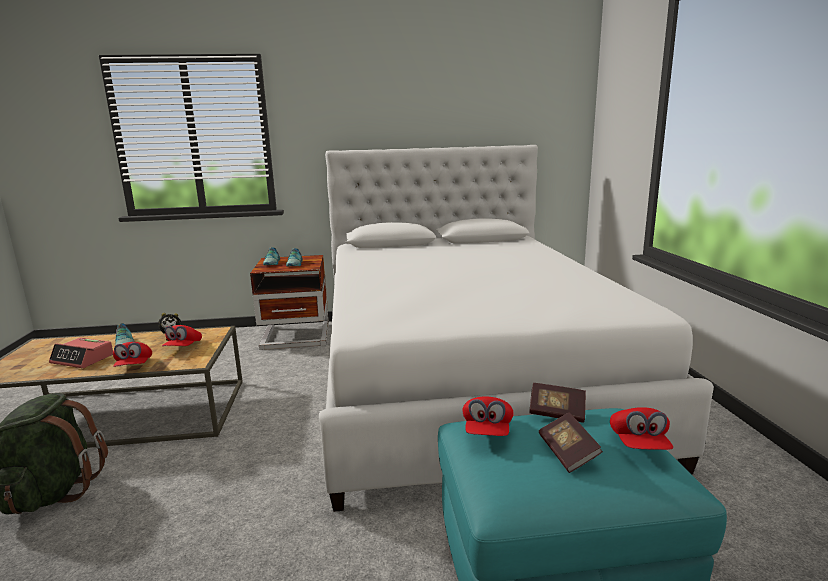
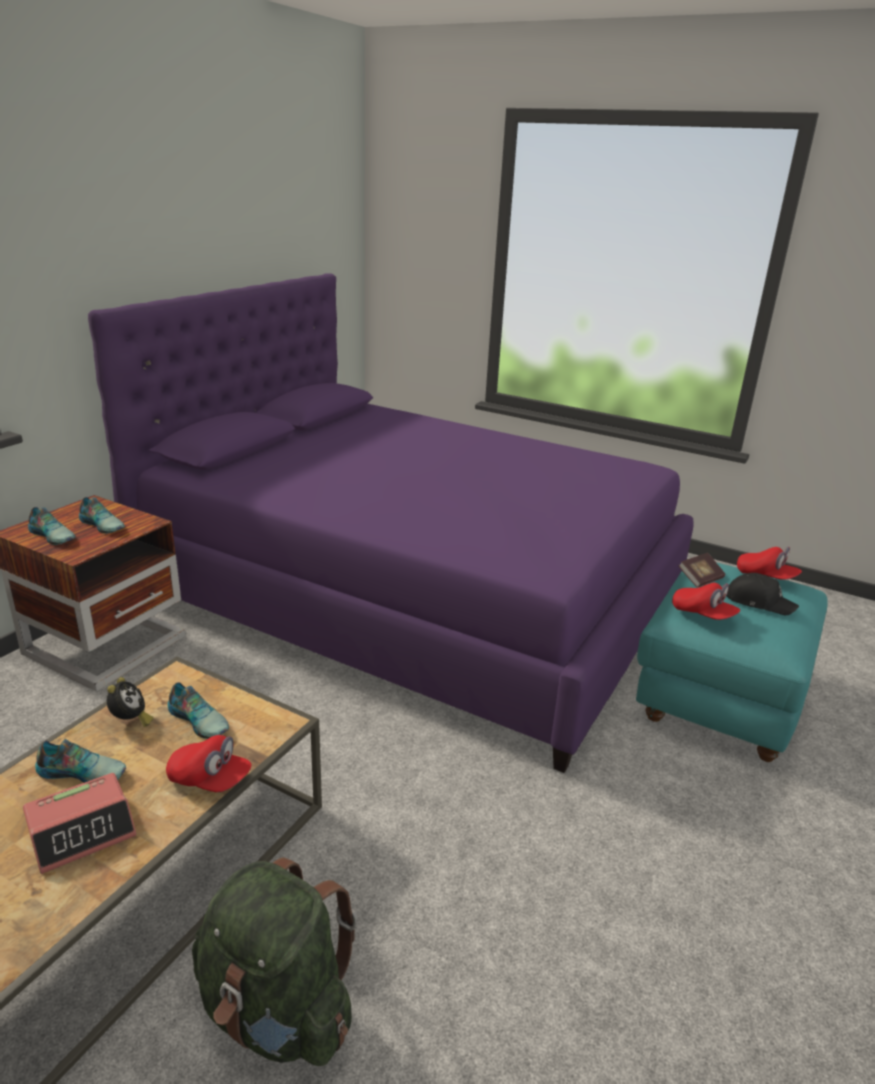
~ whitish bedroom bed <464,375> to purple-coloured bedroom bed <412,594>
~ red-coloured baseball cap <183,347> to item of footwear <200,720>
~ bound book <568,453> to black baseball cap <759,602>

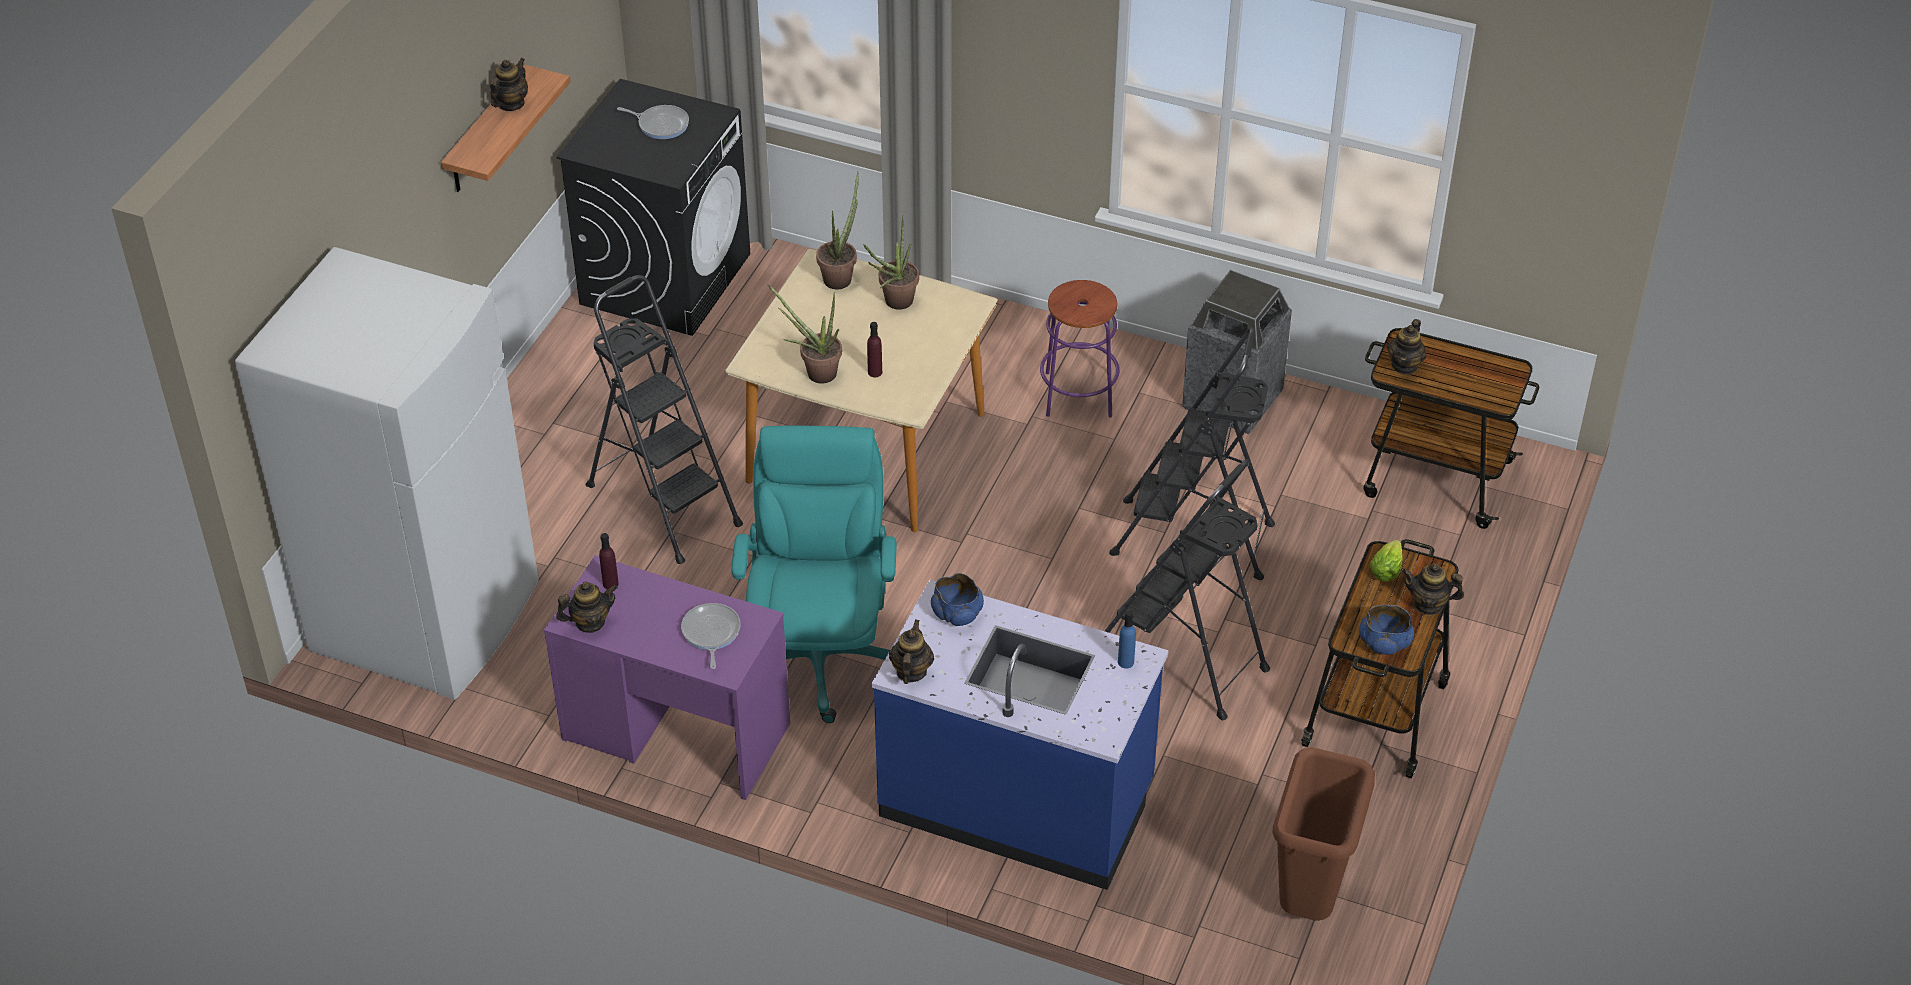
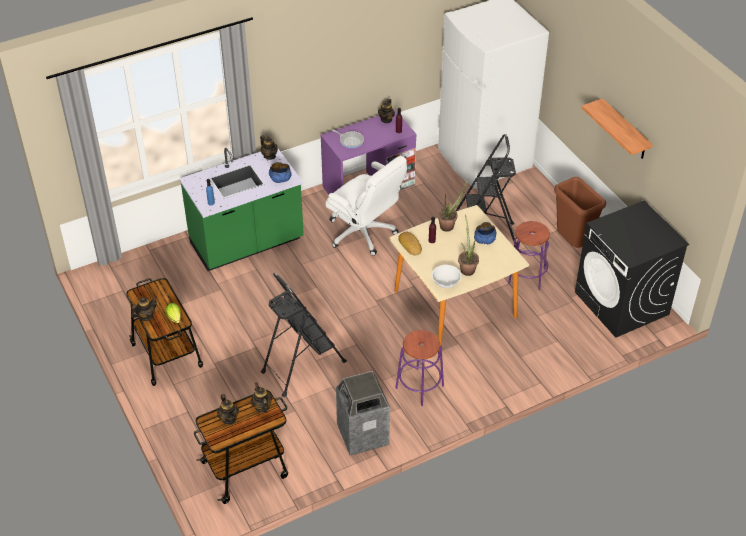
~ blue-coloured kitchen counter <1017,800> to green-coloured kitchen counter <247,243>
~ teapot <511,104> to <229,418>
~ blue-green desk chair <819,651> to whitish desk chair <365,235>
+ baked bread <410,245>
+ whitish deep dish <446,282>
~ blue-coloured deep dish <1384,642> to <484,240>
+ purple-coloured stool <527,276>
~ brownish trash can <1310,902> to <571,243>
- skillet <661,124>
- houseplant <840,276>
- step ladder <1182,658>

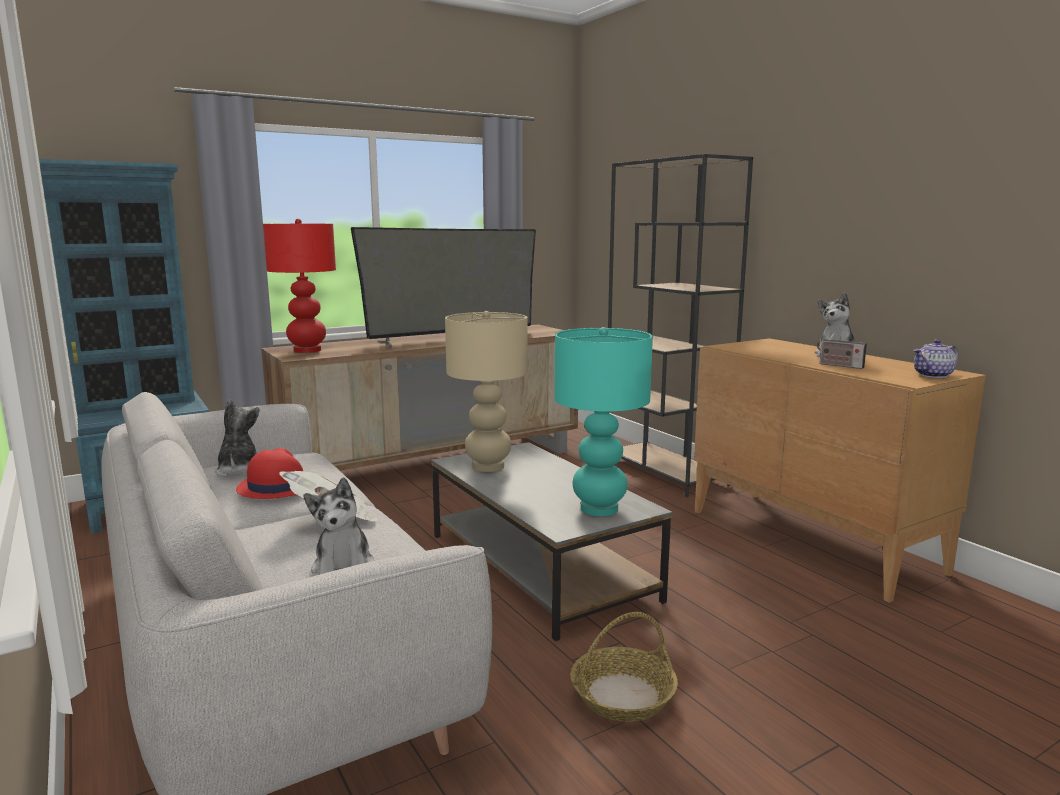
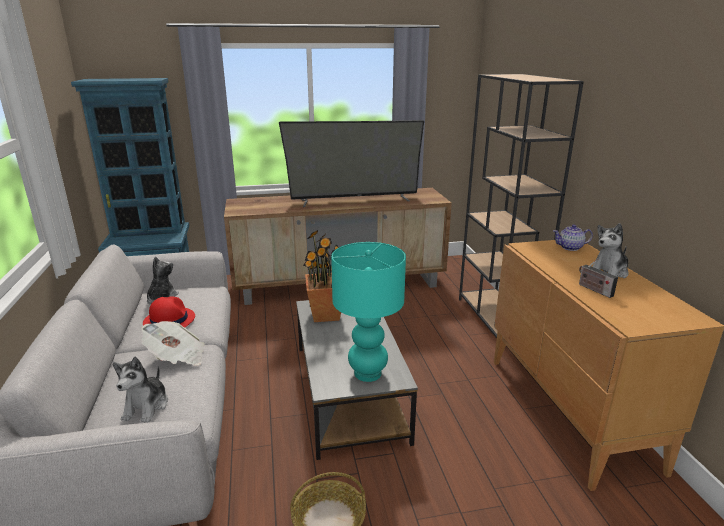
~ beige tabletop lamp <487,466> to houseplant <326,315>
~ teapot <933,375> to <570,247>
- red-coloured tabletop lamp <307,350>

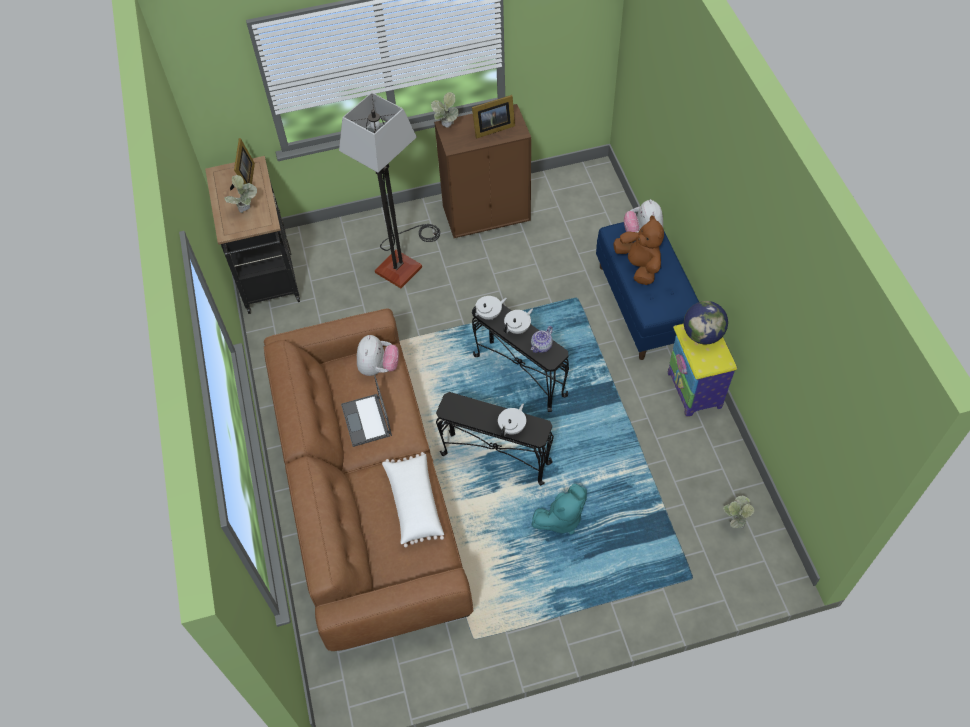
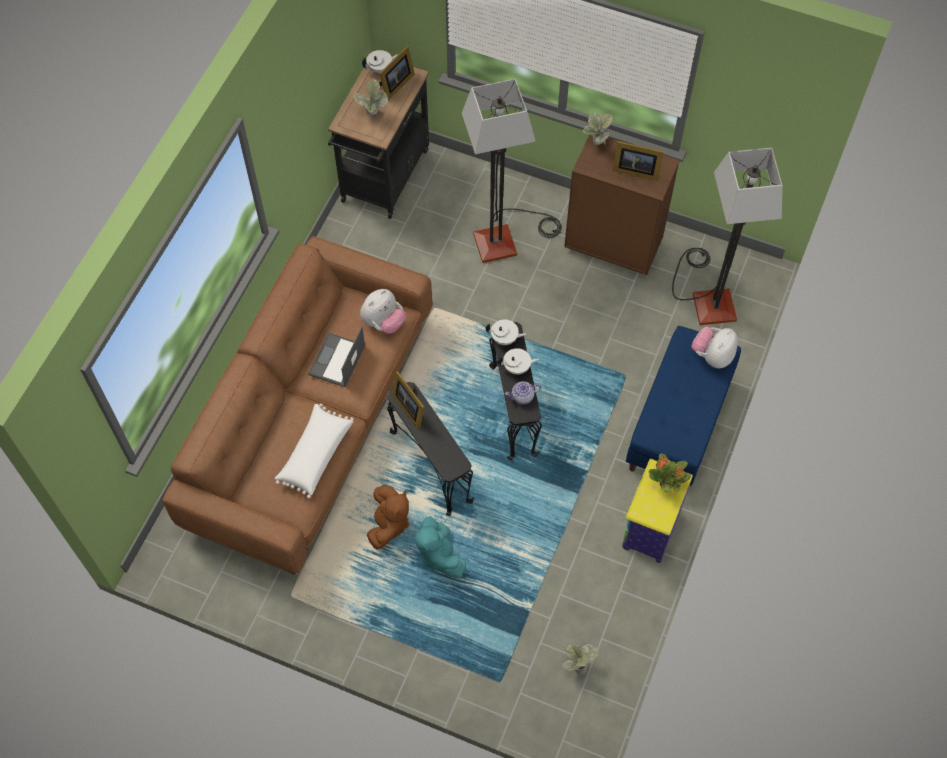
~ whitish teapot <512,427> to <380,69>
~ brownish plush toy <639,266> to <388,524>
+ picture frame <410,407>
~ blue-green plush toy <561,519> = <439,554> 60 degrees clockwise
~ globe <702,335> to houseplant <667,484>
+ standard lamp <707,296>

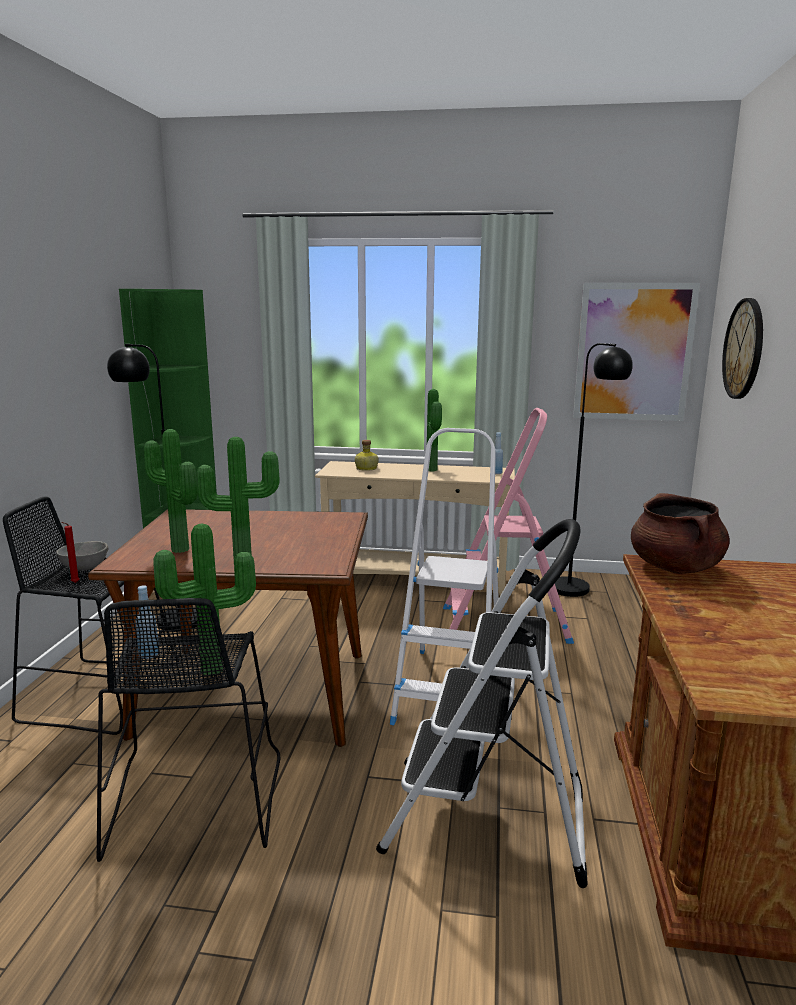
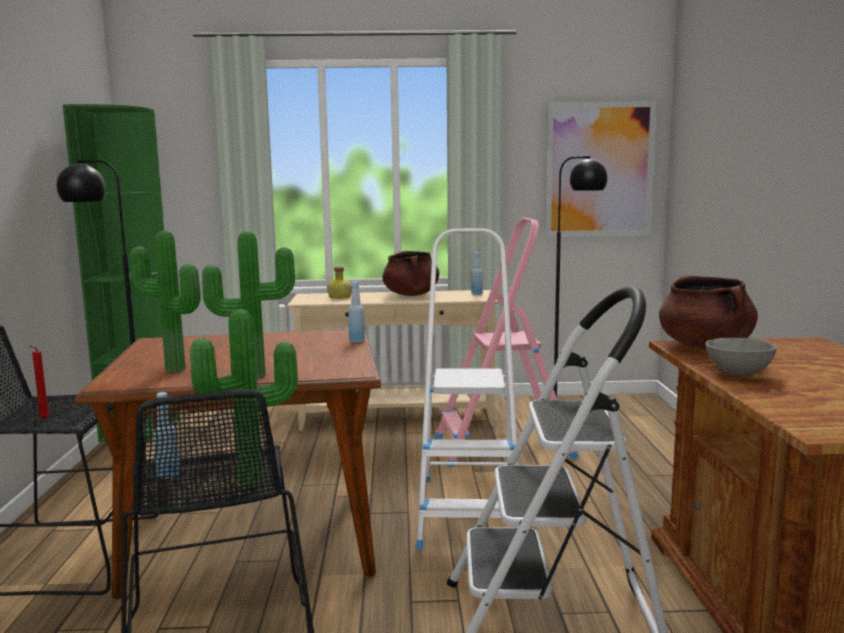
+ blue-coloured drink bottle <356,341>
~ houseplant <434,470> to brownish stockpot <411,295>
~ grey deep dish <84,568> to <737,373>
- hanging clock <744,349>

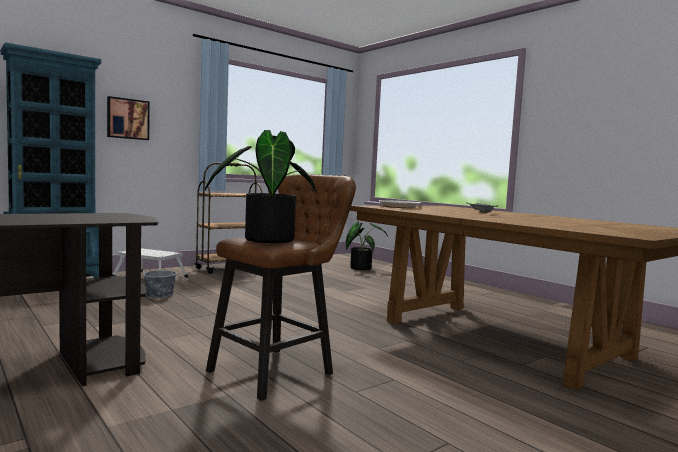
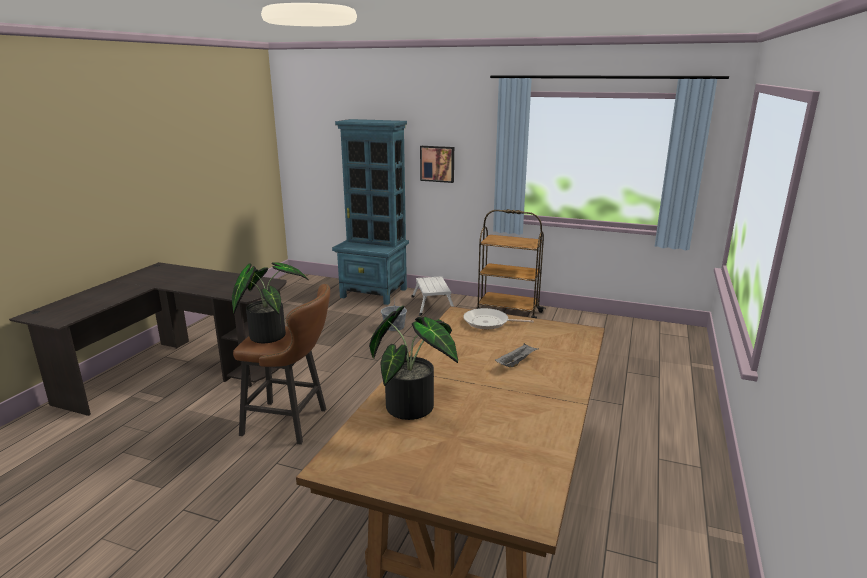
~ houseplant <361,268> to <415,406>

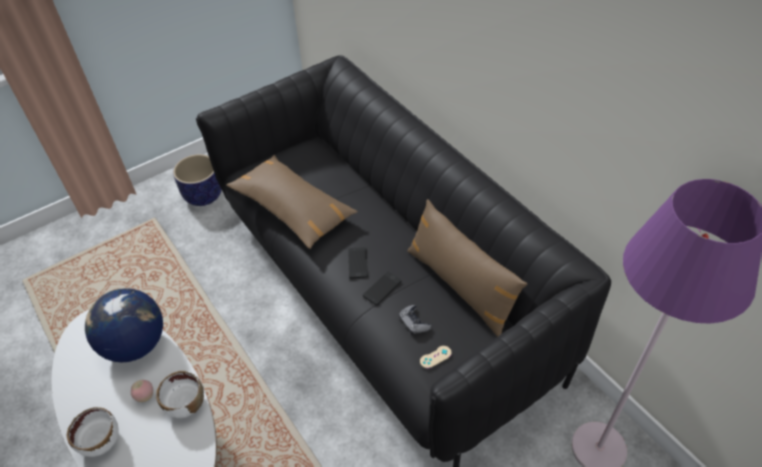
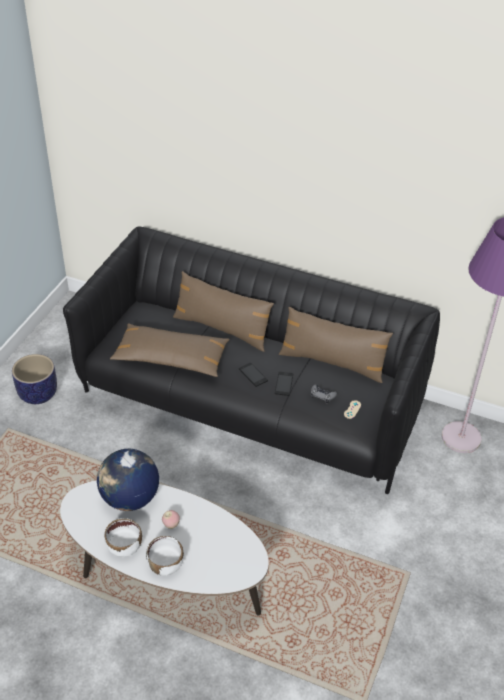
~ whitish deep dish <185,404> to <124,547>
+ brownish pillow <222,329>

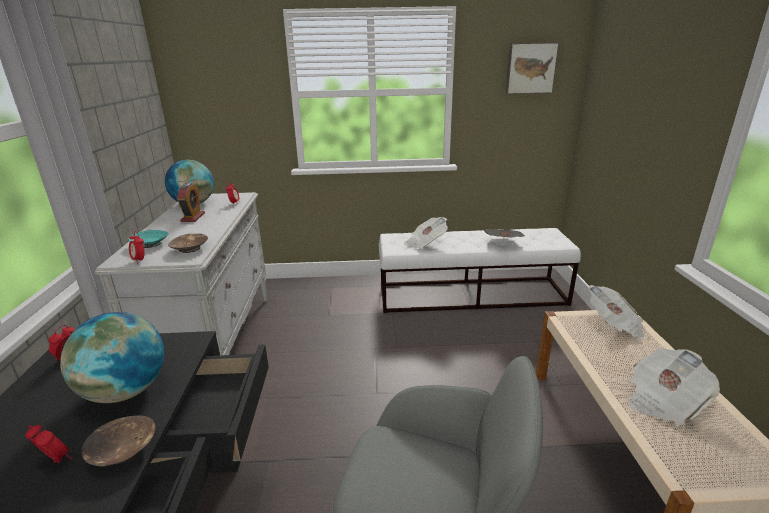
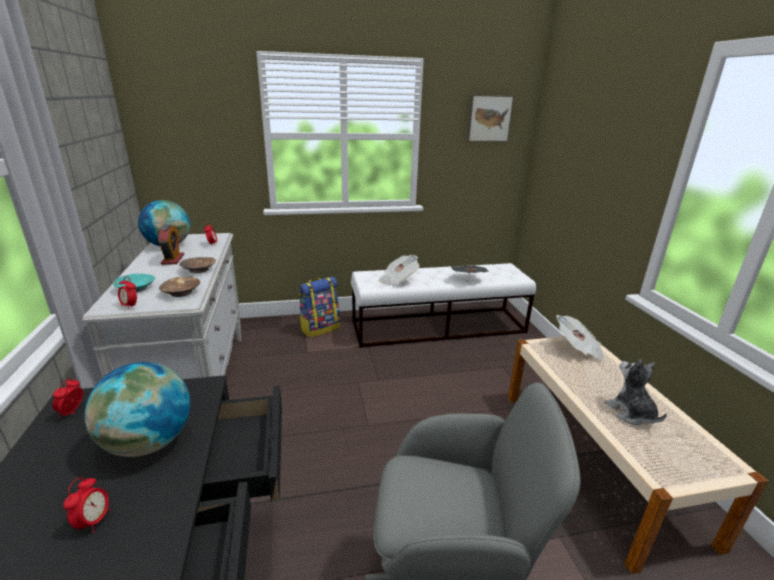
~ table clock <56,460> = <94,521> 75 degrees clockwise
~ brownish deep dish <123,450> to <199,270>
+ backpack <320,328>
~ newspaper <663,401> to plush toy <631,413>

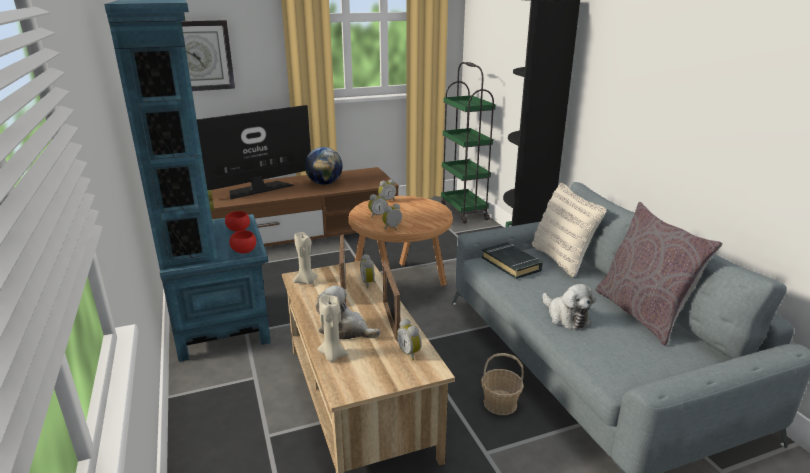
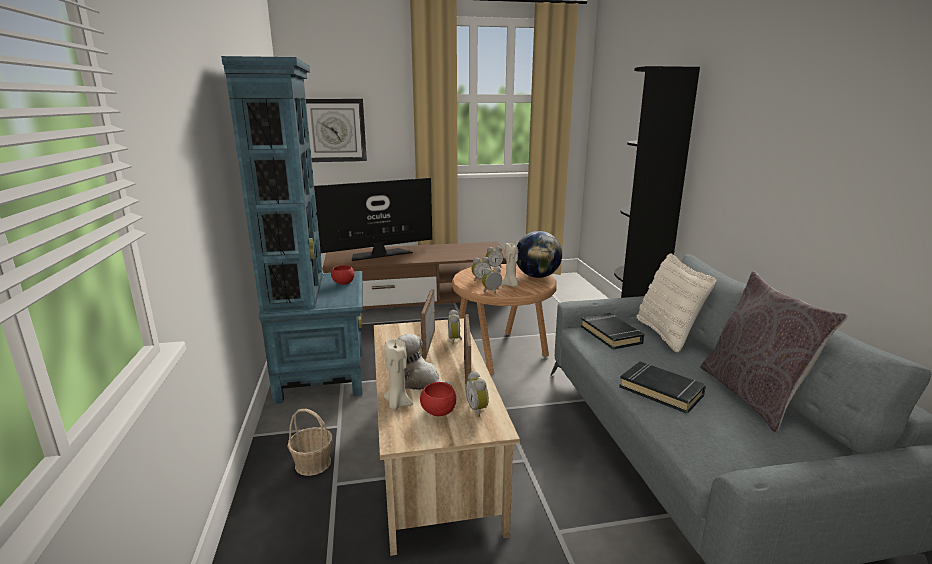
~ storage basket <500,403> to <313,463>
~ red-coloured deep dish <244,251> to <438,412>
~ beige candle <306,281> to <510,285>
~ globe <324,183> to <537,276>
~ plush toy <566,317> to black bound book <661,391>
- green-coloured cart <464,212>

